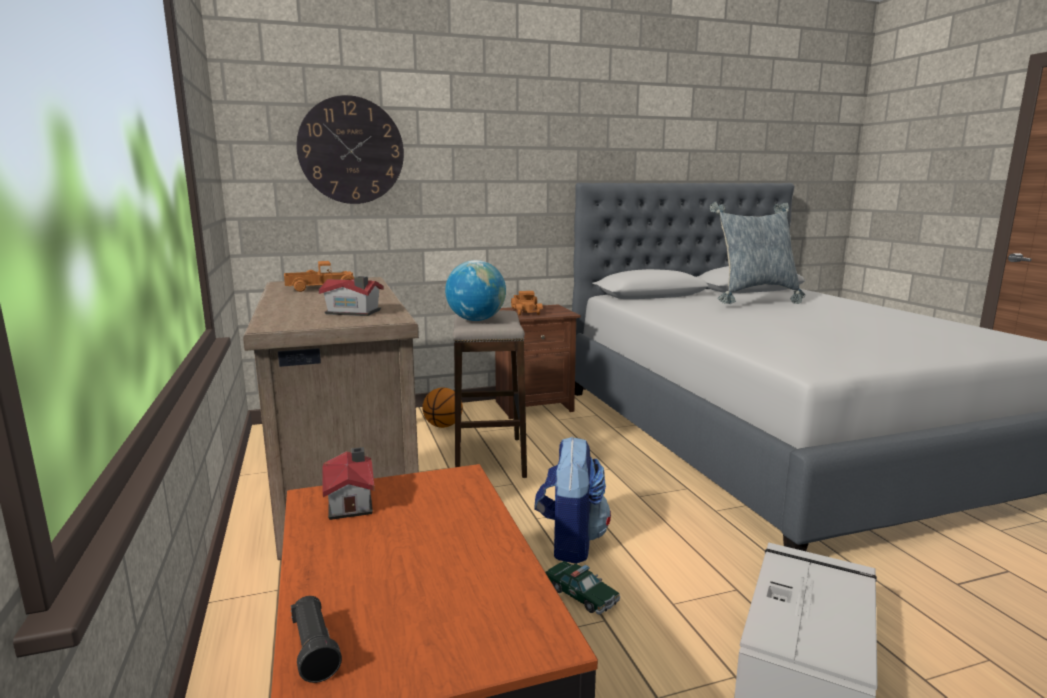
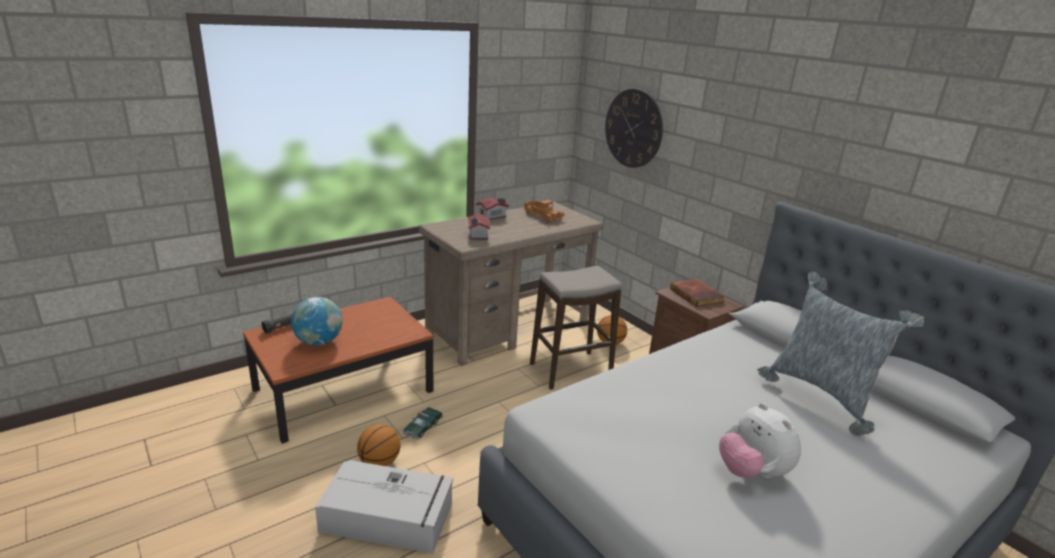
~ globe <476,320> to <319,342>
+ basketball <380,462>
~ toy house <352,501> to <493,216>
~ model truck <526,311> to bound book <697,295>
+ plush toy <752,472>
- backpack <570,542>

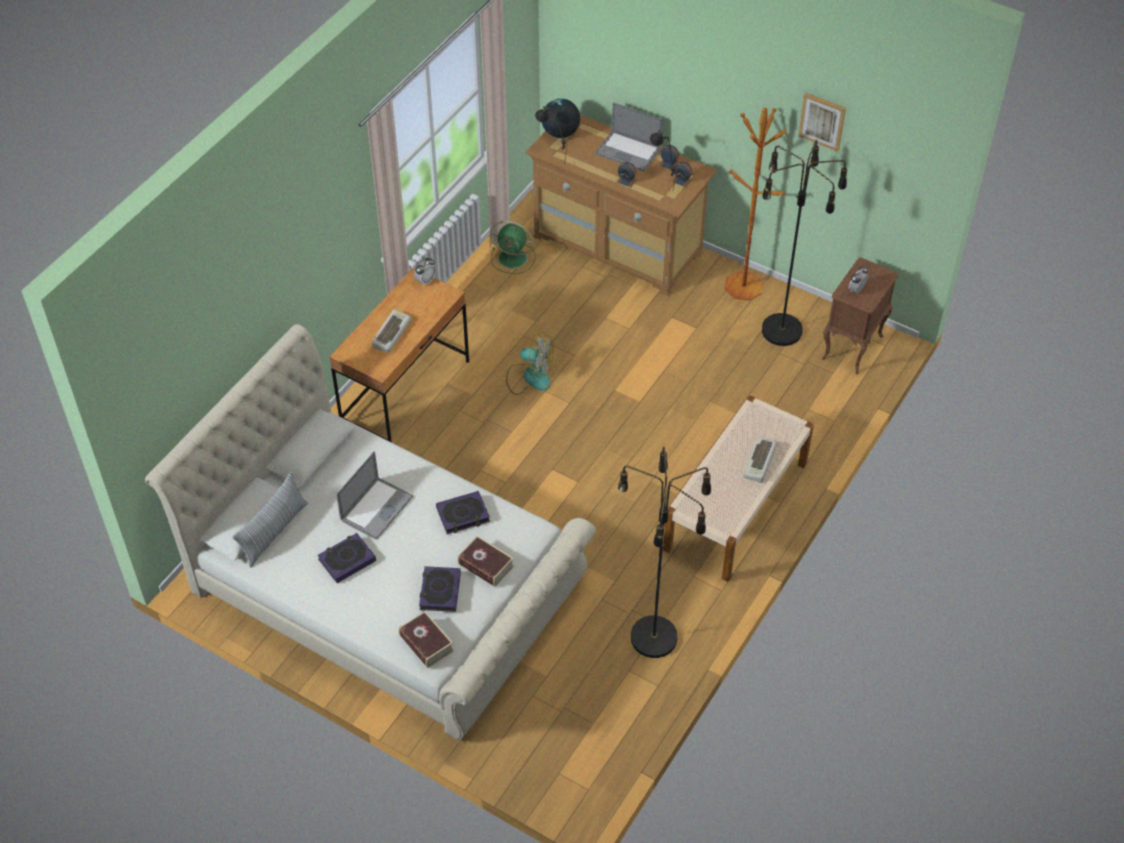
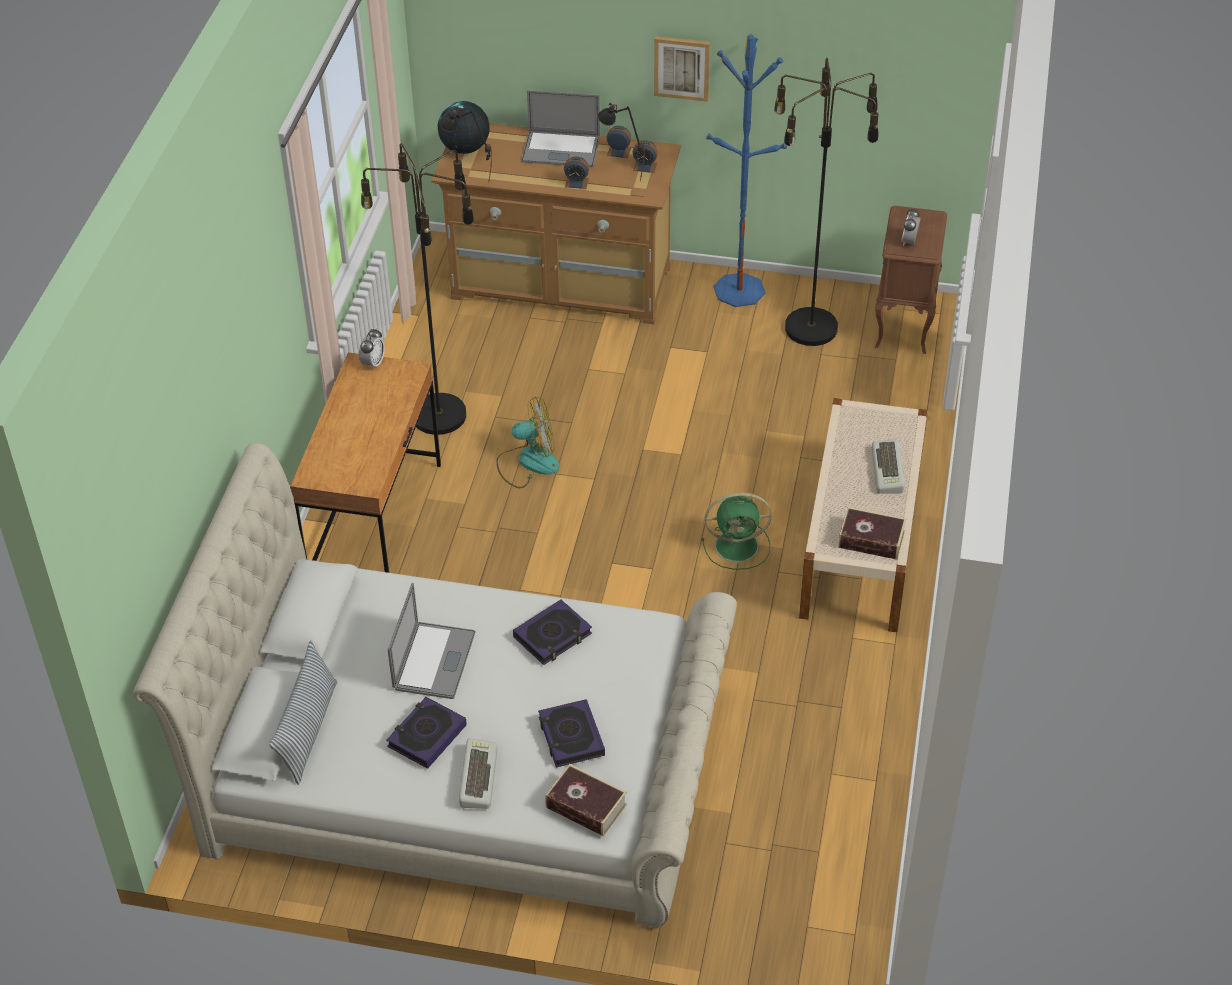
~ standard lamp <655,638> to <440,415>
~ PC keyboard <391,333> to <476,777>
~ wall picture <822,121> to <682,67>
~ green-coloured electric fan <514,258> to <738,546>
~ orangey clothes rack <744,286> to blue-coloured clothes rack <739,290>
~ bound book <486,565> to <871,539>

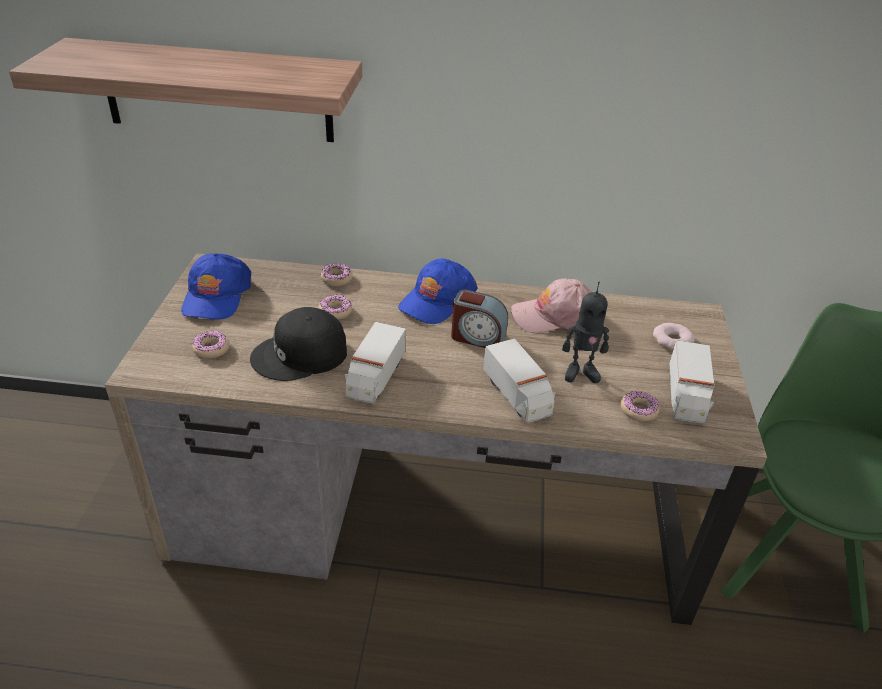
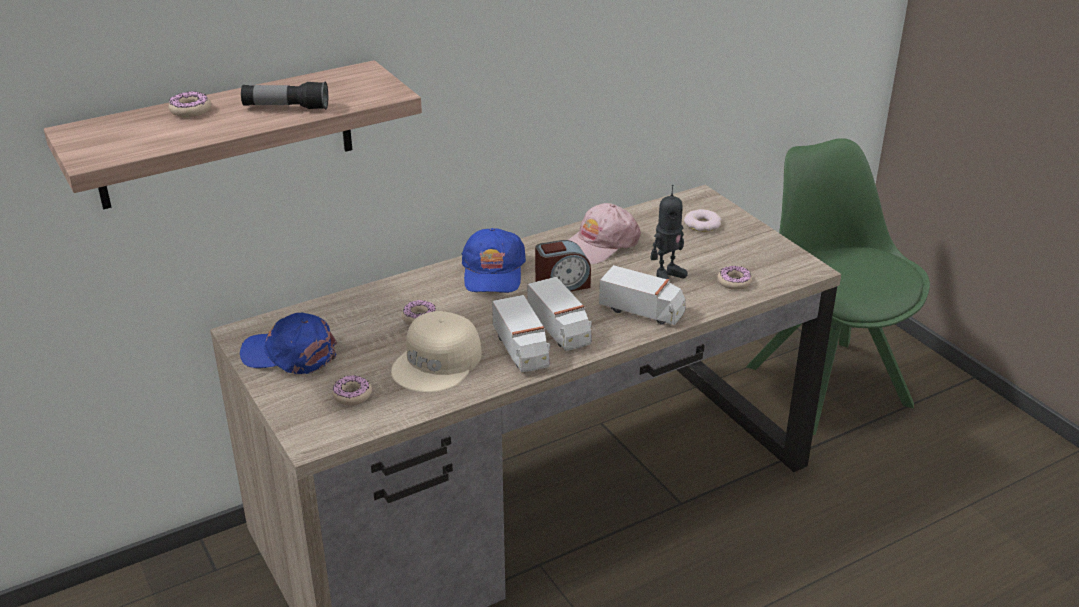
~ doughnut <336,279> to <190,110>
~ blue-coloured baseball cap <216,296> = <290,354> 135 degrees clockwise
+ hand torch <286,108>
~ black baseball cap <301,355> to beige baseball cap <438,363>
~ model truck <686,396> to <560,329>

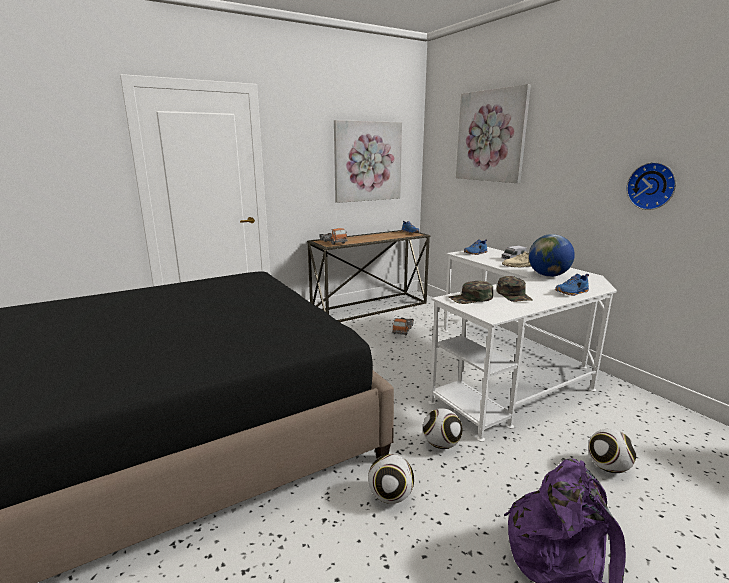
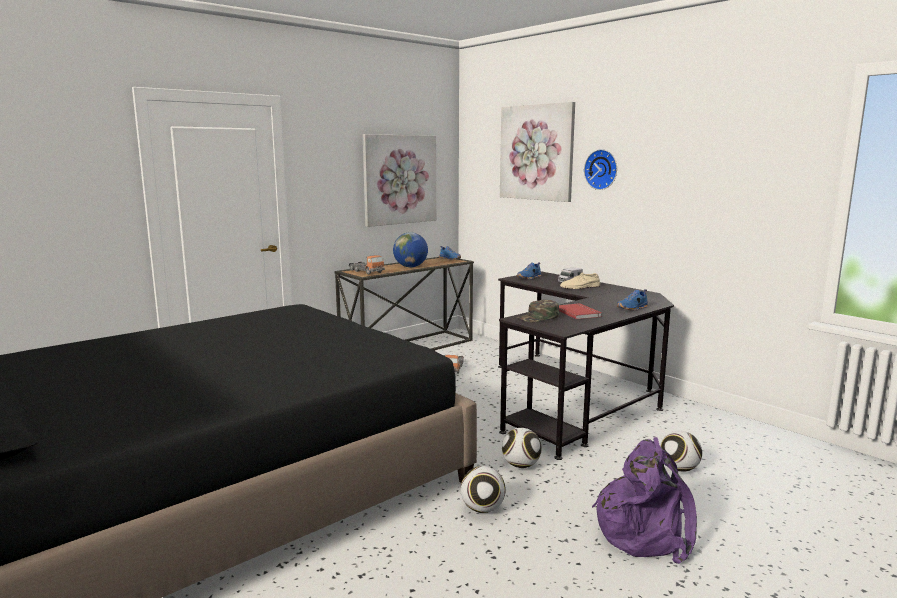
~ globe <548,275> to <410,267>
~ whitish desk table <510,369> to black desk table <576,397>
~ green-coloured baseball cap <514,295> to red-coloured bound book <578,313>
~ hanging clock <652,186> to <602,169>

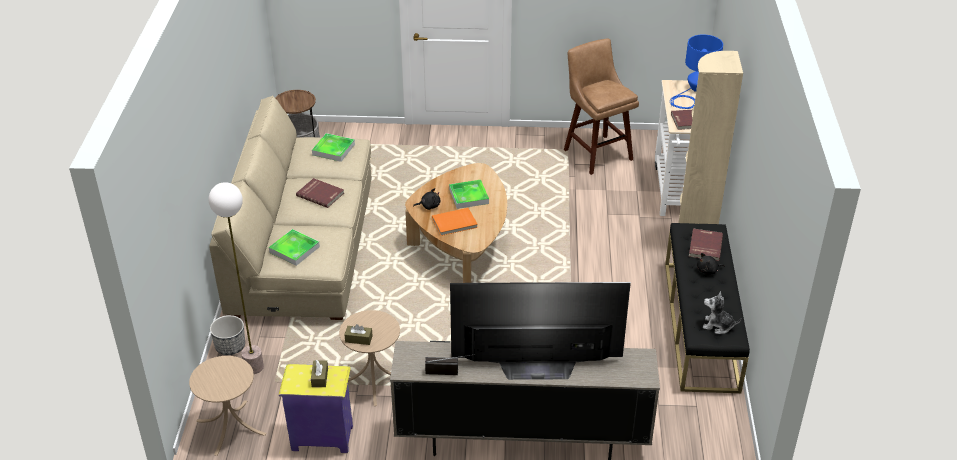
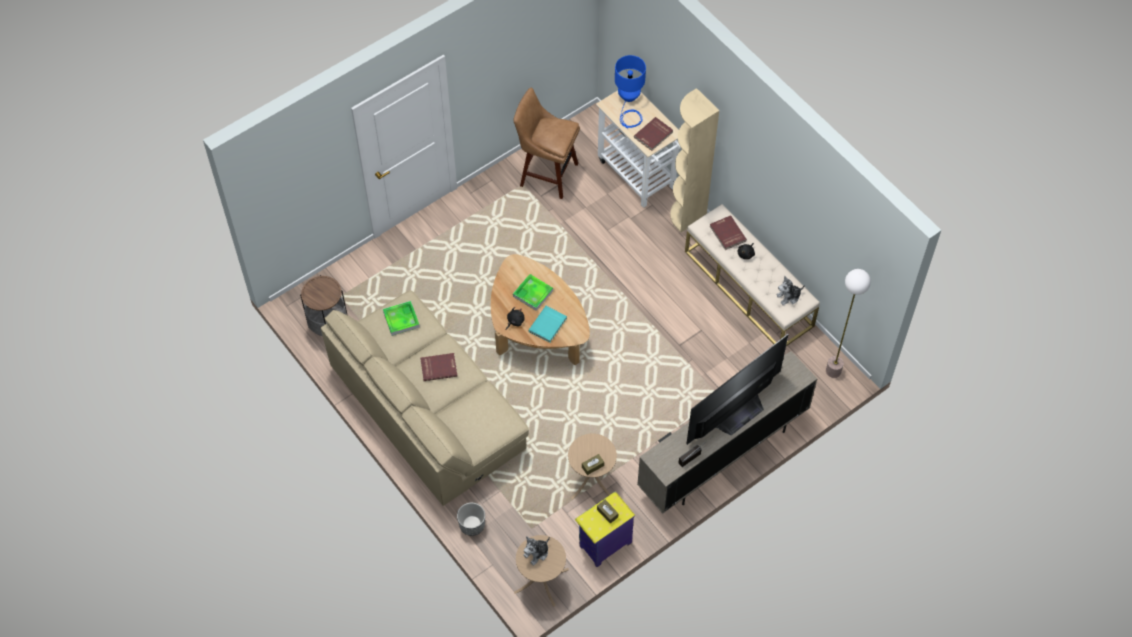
+ plush toy <537,553>
~ orangey bound book <454,223> to blue-green bound book <548,325>
~ black indoor bench <701,325> to beige indoor bench <749,288>
~ standard lamp <254,367> to <833,370>
- tray <294,249>

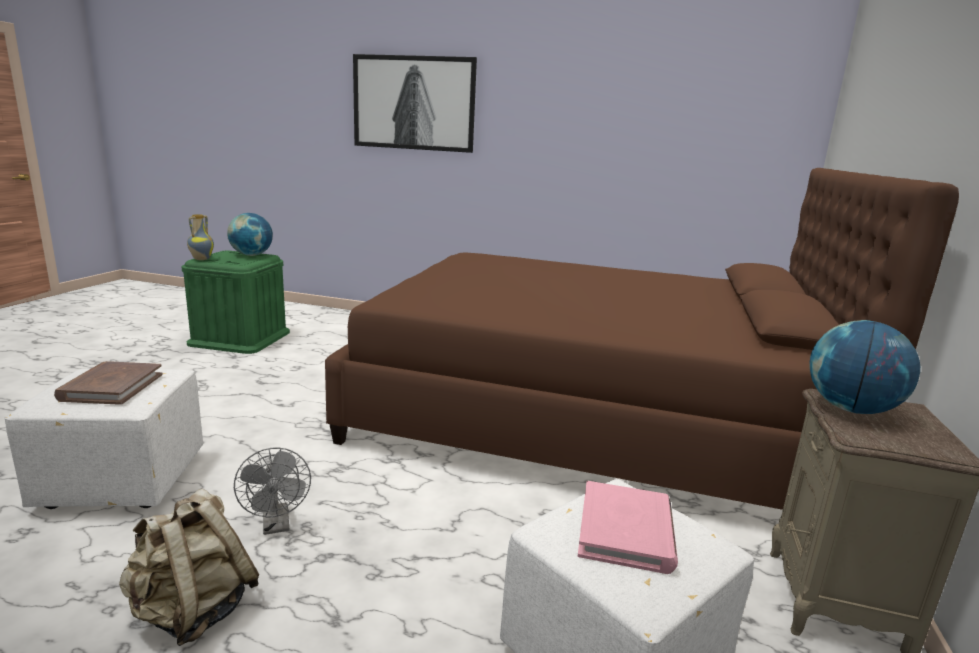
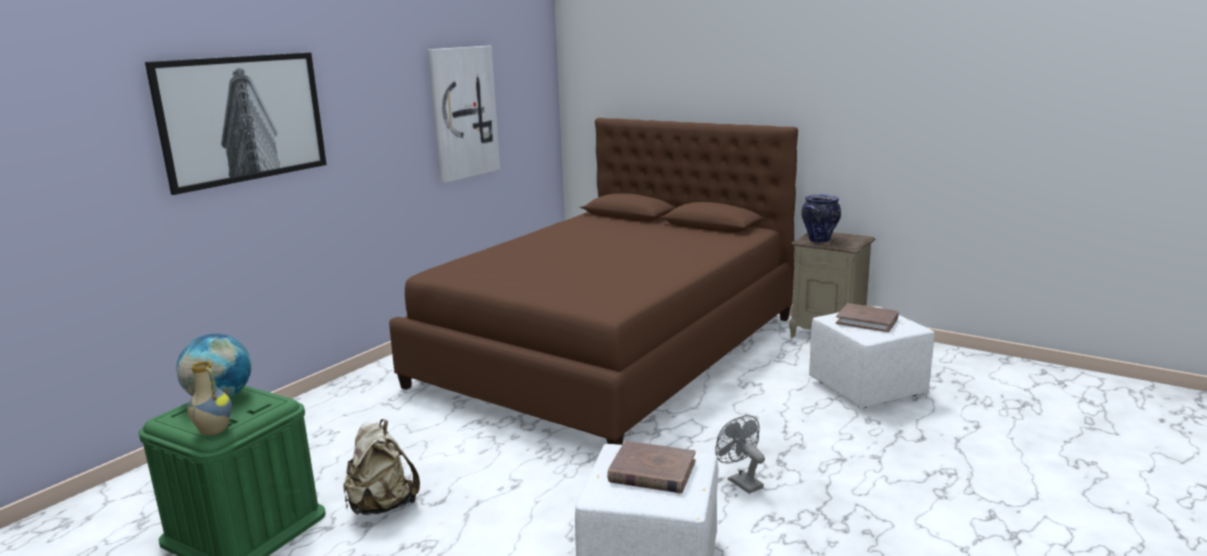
~ beige backpack <193,611> to <382,505>
+ wall picture <463,113>
~ grey electric fan <277,525> = <740,481> 120 degrees counterclockwise
~ globe <851,409> to vase <819,240>
~ pink bound book <626,531> to brownish bound book <867,320>

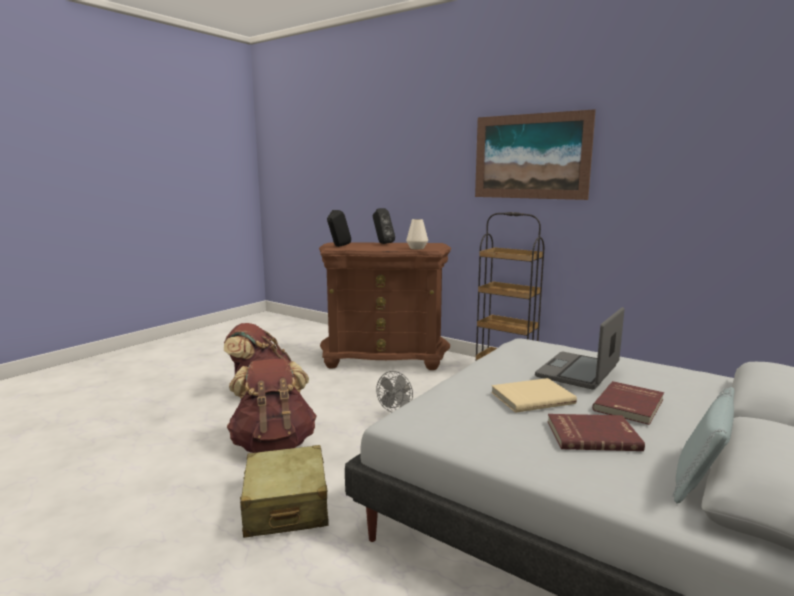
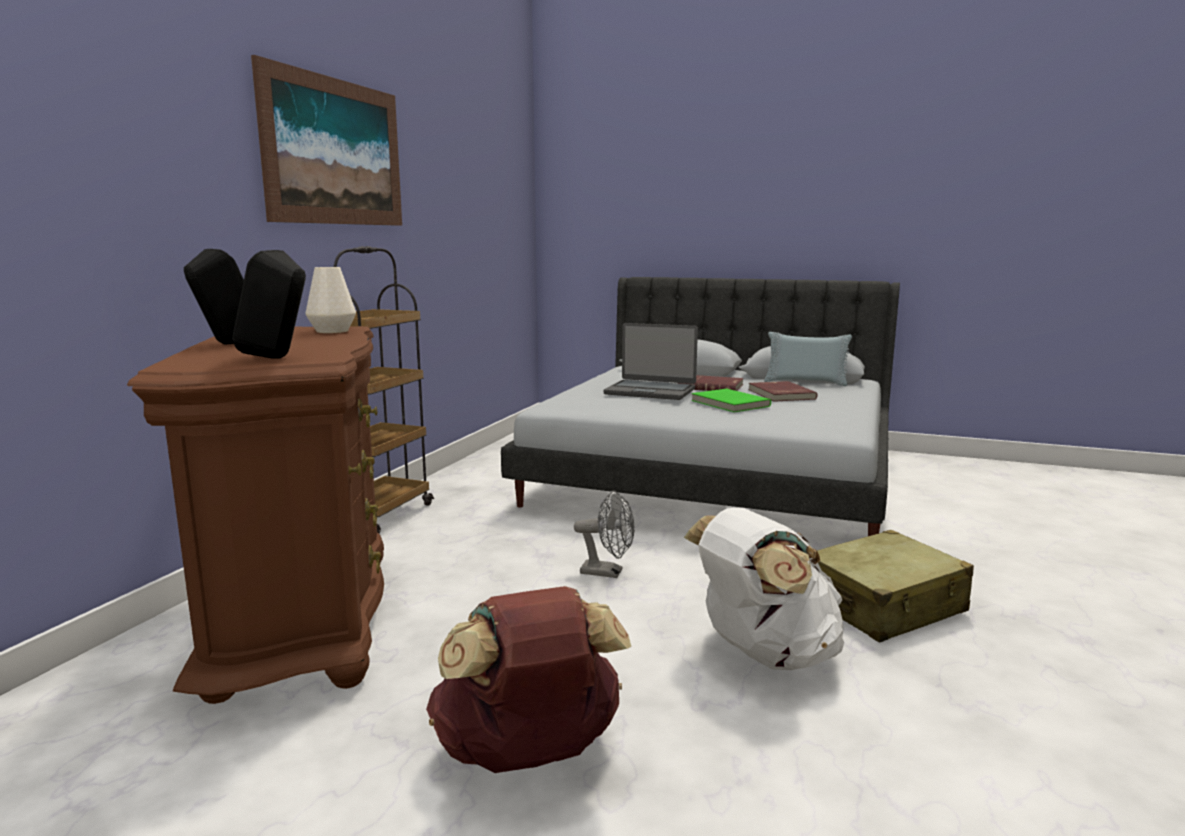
~ brownish backpack <274,445> to whitish backpack <763,654>
~ beige bound book <531,397> to green-coloured bound book <729,403>

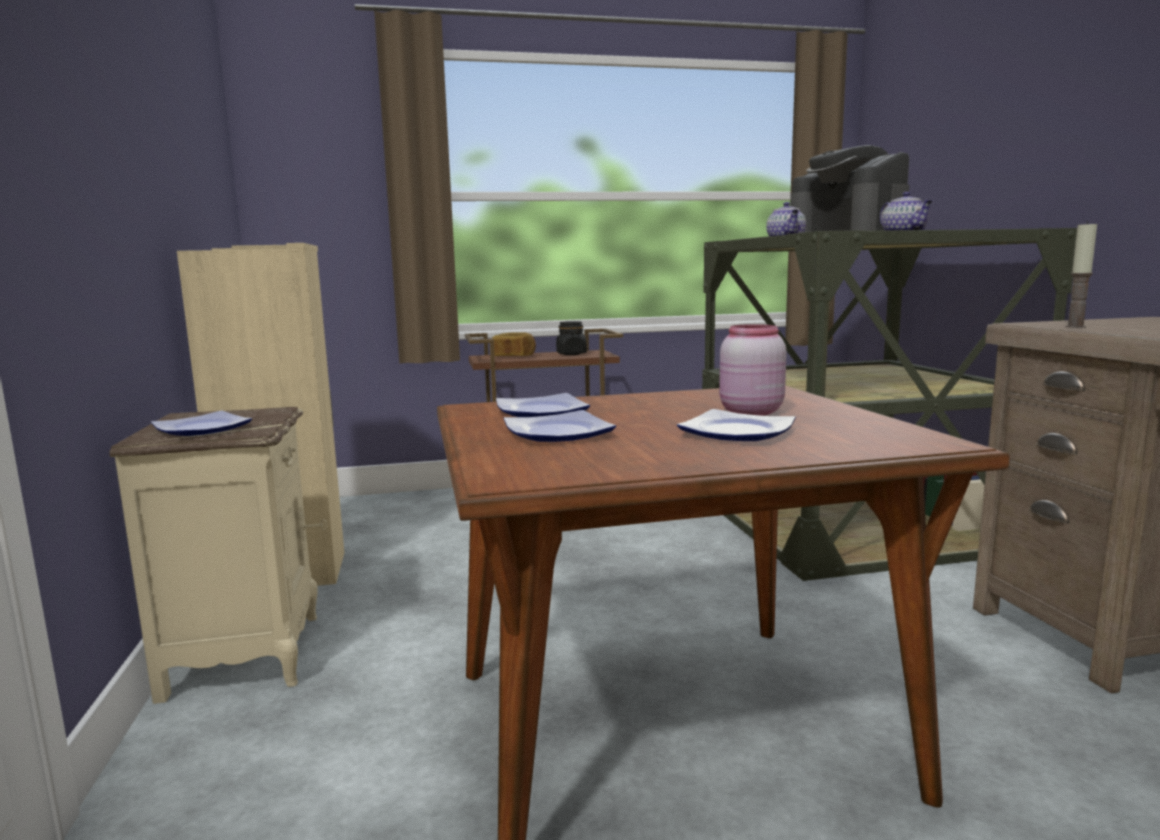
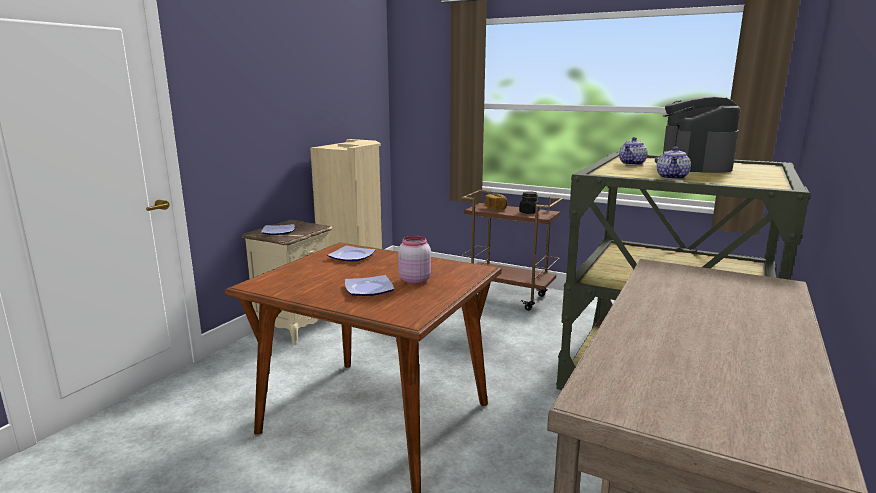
- flat dish <559,433>
- candle <1075,327>

